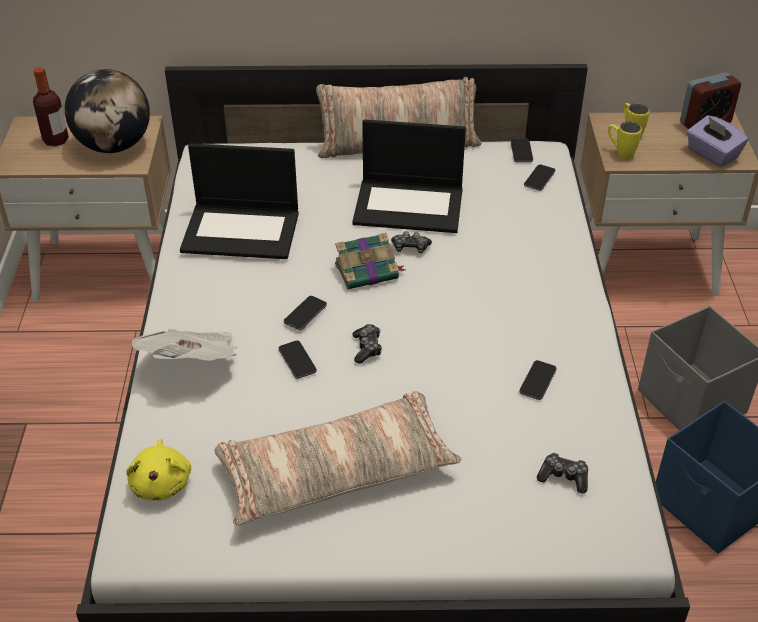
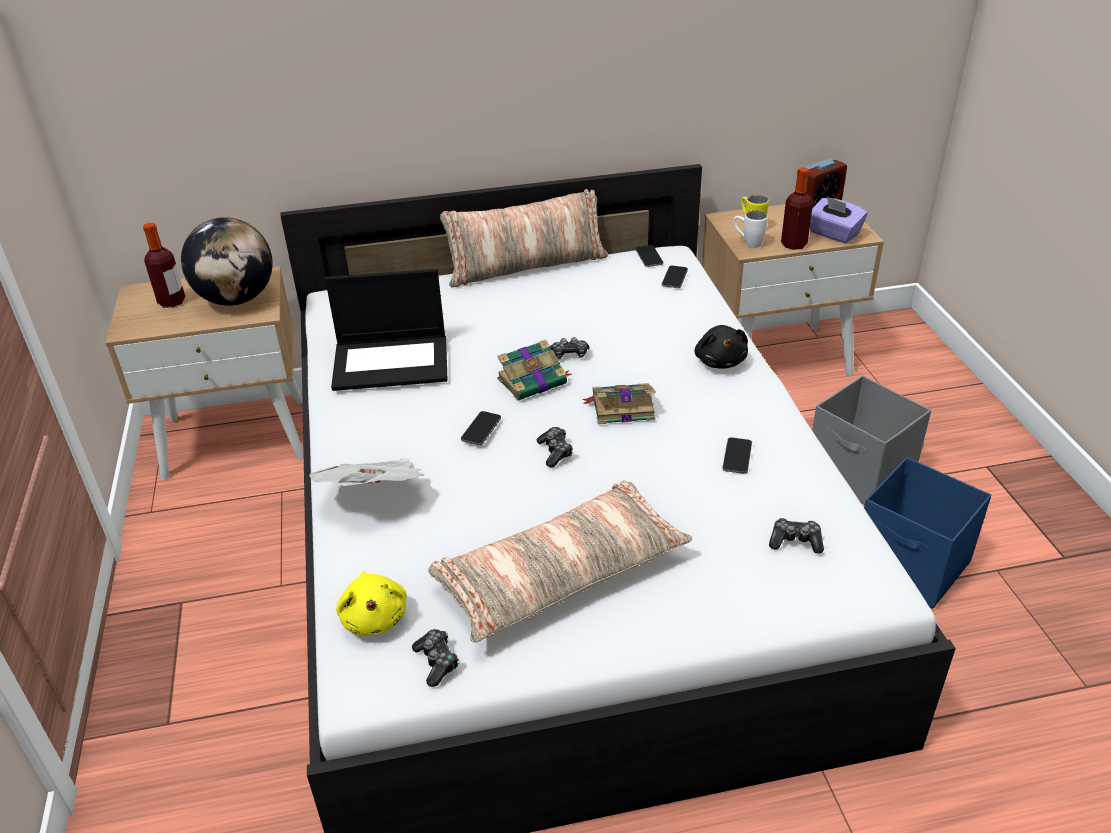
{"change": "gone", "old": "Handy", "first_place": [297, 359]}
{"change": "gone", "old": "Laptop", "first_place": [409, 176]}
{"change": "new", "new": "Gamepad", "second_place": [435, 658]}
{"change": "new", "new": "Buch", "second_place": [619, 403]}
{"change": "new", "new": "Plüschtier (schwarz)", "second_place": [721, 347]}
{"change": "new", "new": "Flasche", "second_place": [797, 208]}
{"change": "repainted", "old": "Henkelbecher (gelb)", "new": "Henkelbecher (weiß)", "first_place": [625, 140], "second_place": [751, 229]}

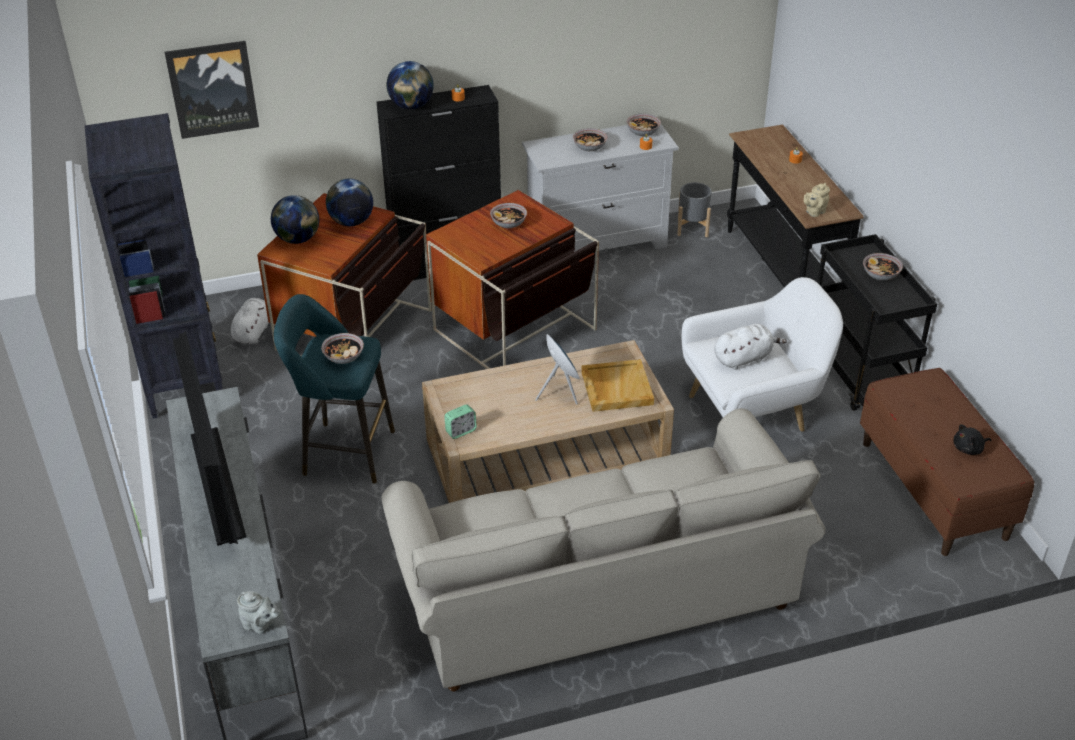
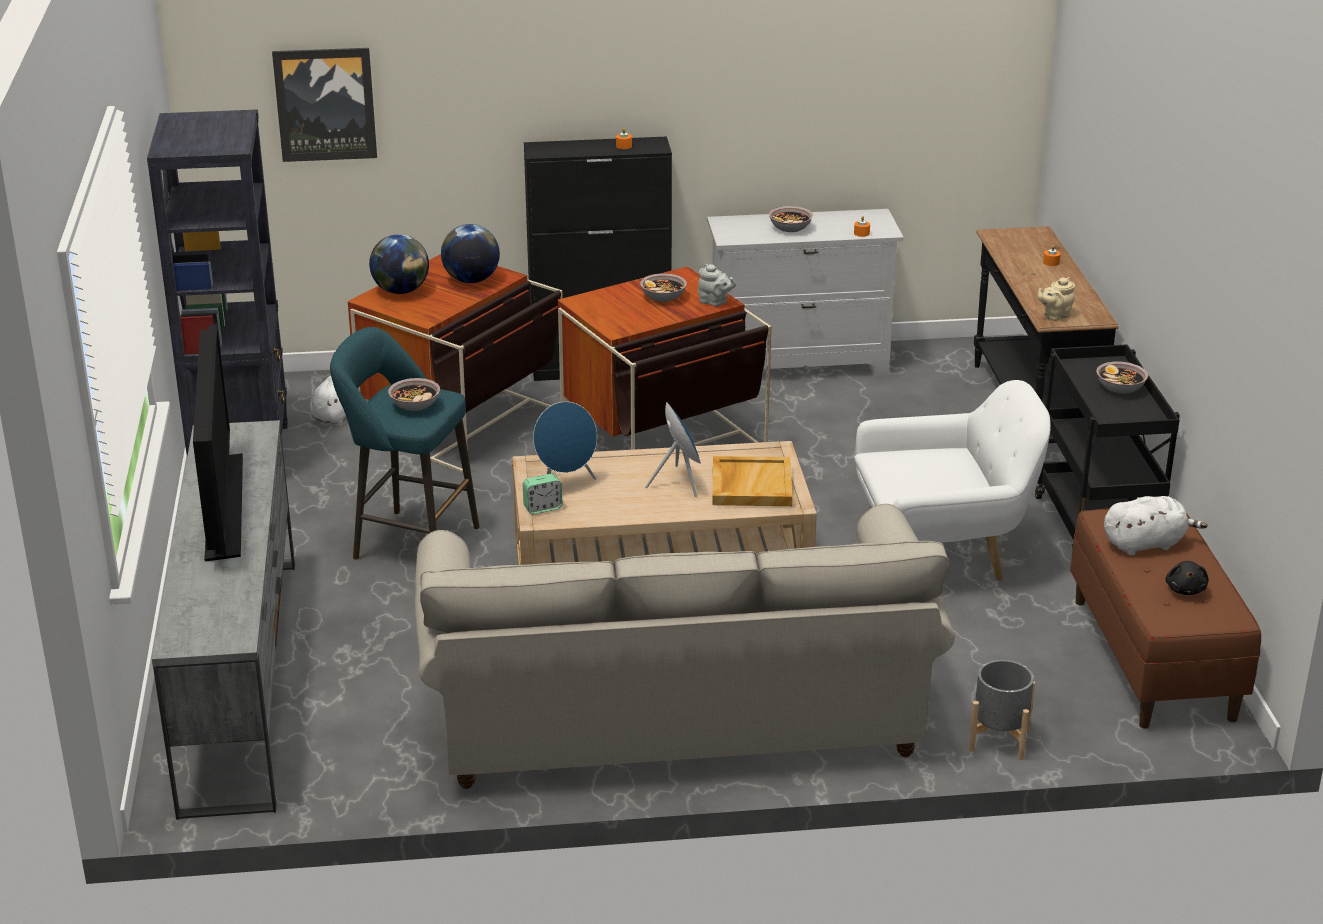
{"change": "gone", "old": "Globus", "first_place": [410, 85]}
{"change": "gone", "old": "Schüssel", "first_place": [643, 125]}
{"change": "new", "new": "Lautsprecher (blau)", "second_place": [565, 441]}
{"change": "shifted", "old": "Teekanne (grau)", "first_place": [259, 612], "second_place": [717, 285]}
{"change": "shifted", "old": "Pflanzkübel (grau)", "first_place": [694, 209], "second_place": [1001, 710]}
{"change": "shifted", "old": "Plüschtier (weiß)", "first_place": [750, 347], "second_place": [1155, 525]}
{"change": "rotated", "old": "Plüschtier (schwarz)", "first_place": [972, 439], "second_place": [1187, 578], "degrees": -75}

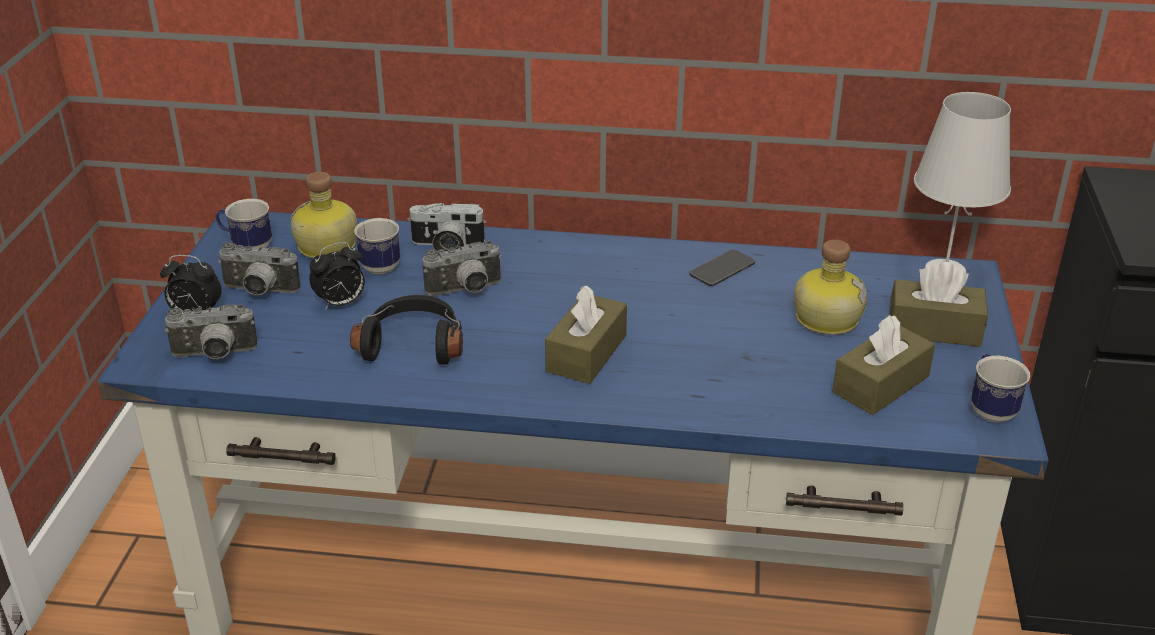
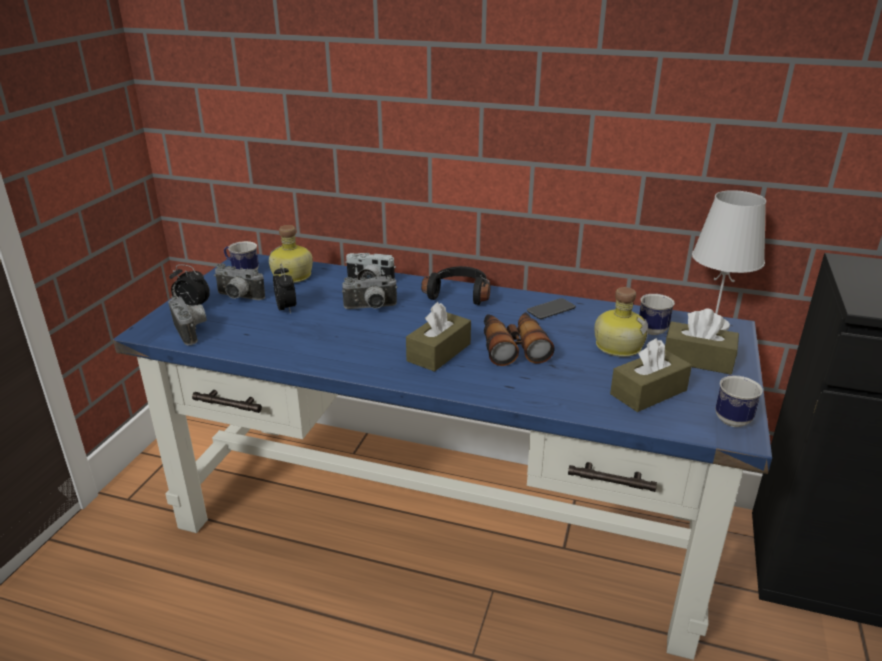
{"change": "new", "new": "Fernglas", "second_place": [519, 339]}
{"change": "shifted", "old": "Kopfhörer (schwarz)", "first_place": [406, 330], "second_place": [455, 285]}
{"change": "shifted", "old": "Henkelbecher", "first_place": [377, 245], "second_place": [657, 314]}
{"change": "rotated", "old": "Kamera", "first_place": [211, 331], "second_place": [187, 321], "degrees": -120}
{"change": "rotated", "old": "Wecker", "first_place": [337, 276], "second_place": [284, 289], "degrees": -90}

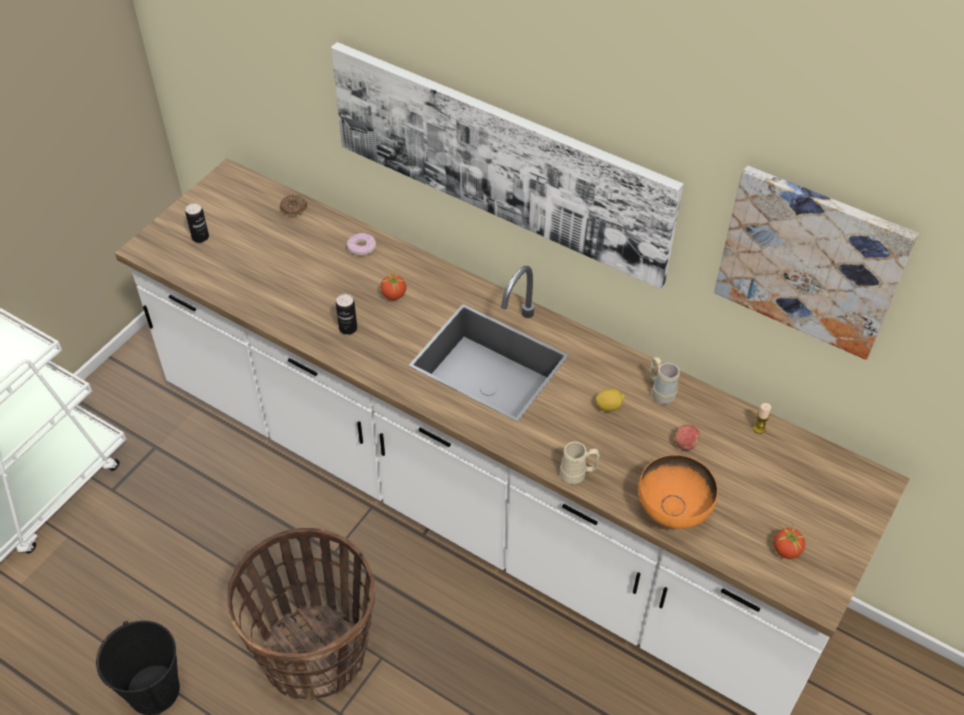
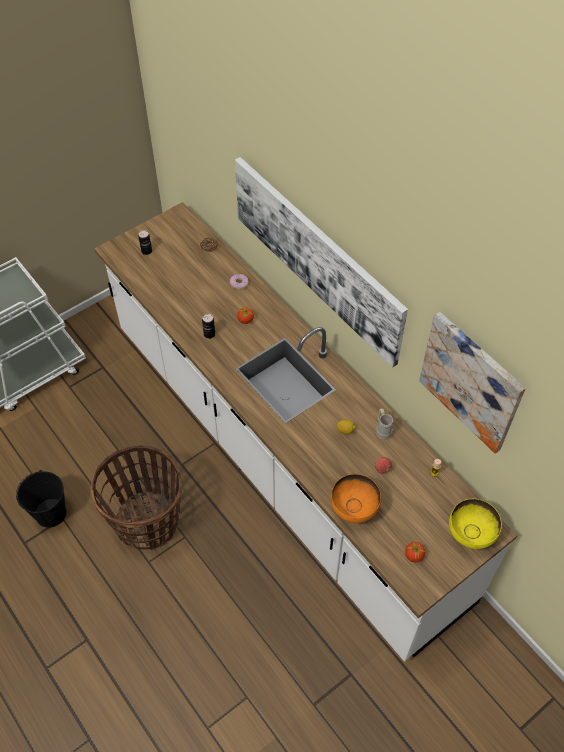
{"change": "gone", "old": "Henkelbecher (beige)", "first_place": [580, 463]}
{"change": "new", "new": "Schüssel (gelb)", "second_place": [475, 524]}

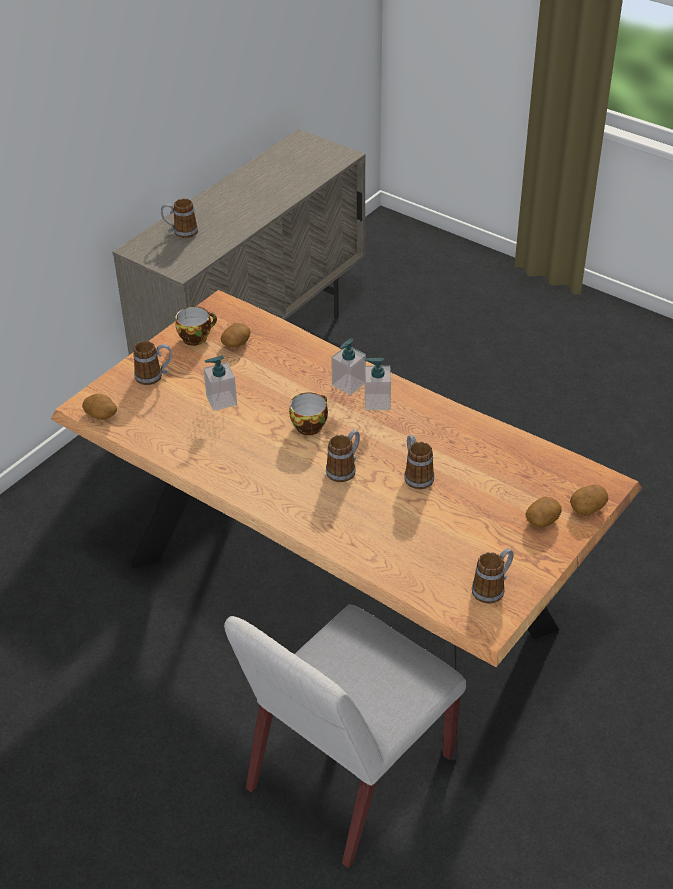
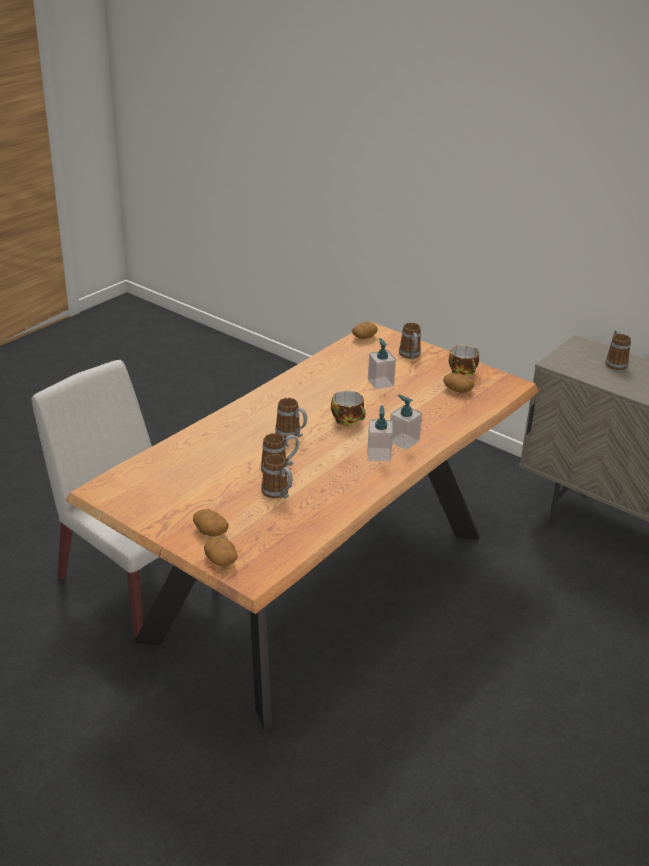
{"change": "shifted", "old": "Henkelbecher", "first_place": [493, 576], "second_place": [277, 476]}

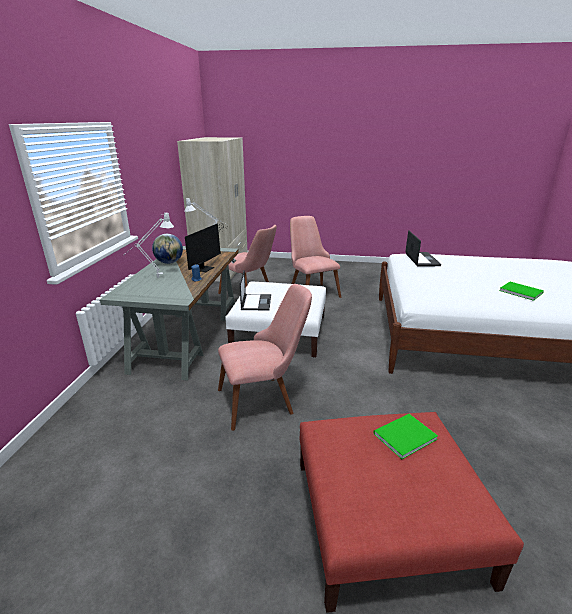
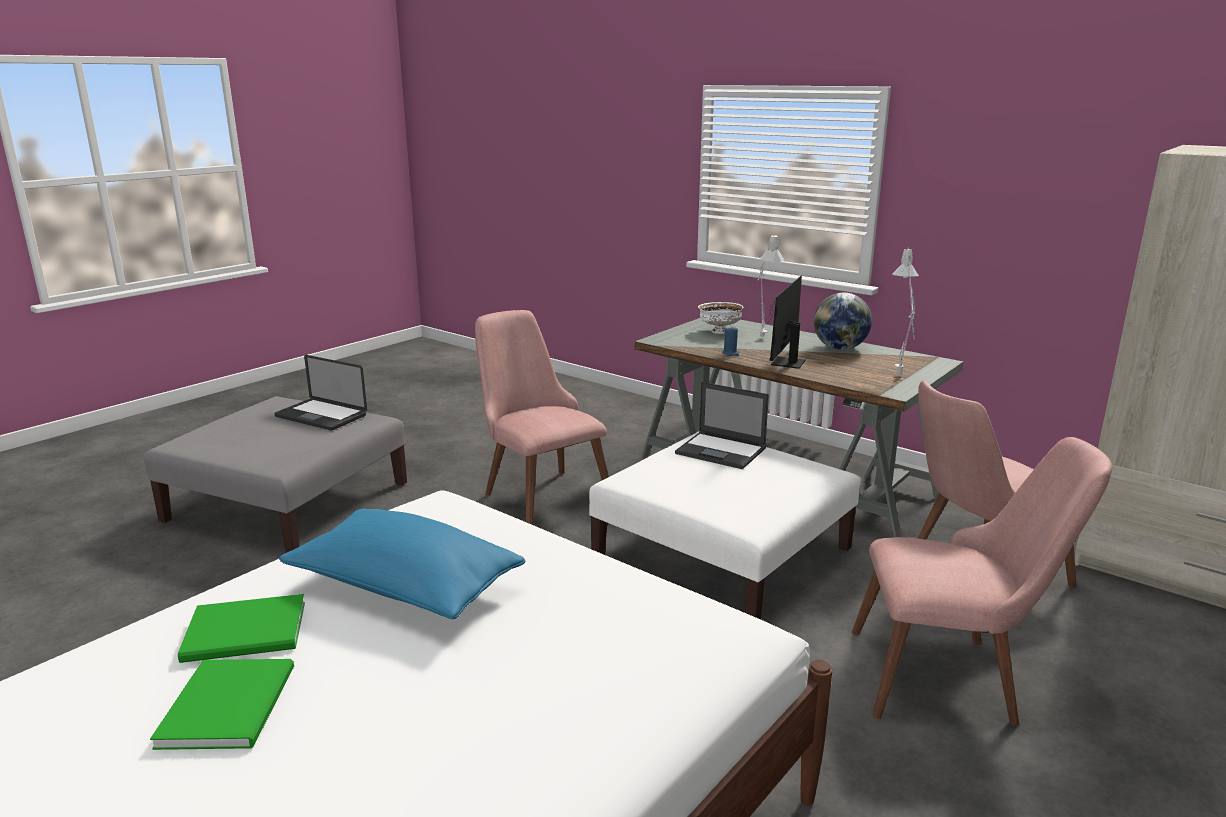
{"change": "new", "new": "Kissen (blau)", "second_place": [402, 564]}
{"change": "new", "new": "Schüssel (weiß)", "second_place": [721, 318]}
{"change": "shifted", "old": "Buch (grün)", "first_place": [405, 436], "second_place": [222, 704]}
{"change": "shifted", "old": "Laptop", "first_place": [423, 248], "second_place": [320, 393]}
{"change": "repainted", "old": "Polsterhocker (rot)", "new": "Polsterhocker (grau)", "first_place": [412, 512], "second_place": [275, 474]}
{"change": "rotated", "old": "Monitor", "first_place": [205, 247], "second_place": [786, 322], "degrees": 60}
{"change": "rotated", "old": "Stuhl (rosa)", "first_place": [265, 357], "second_place": [542, 417], "degrees": 135}

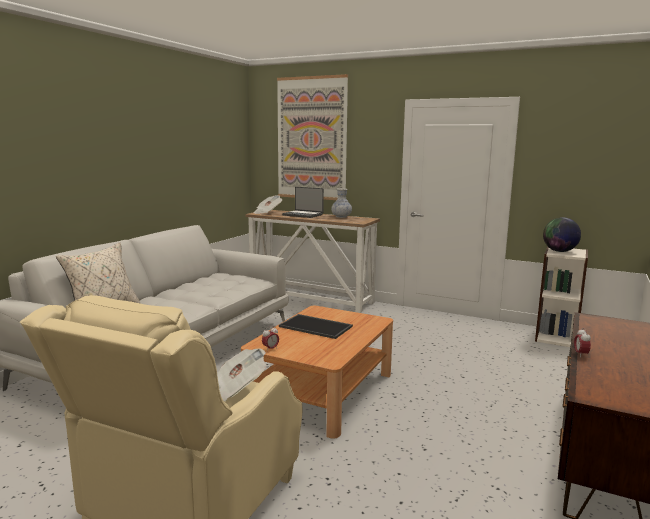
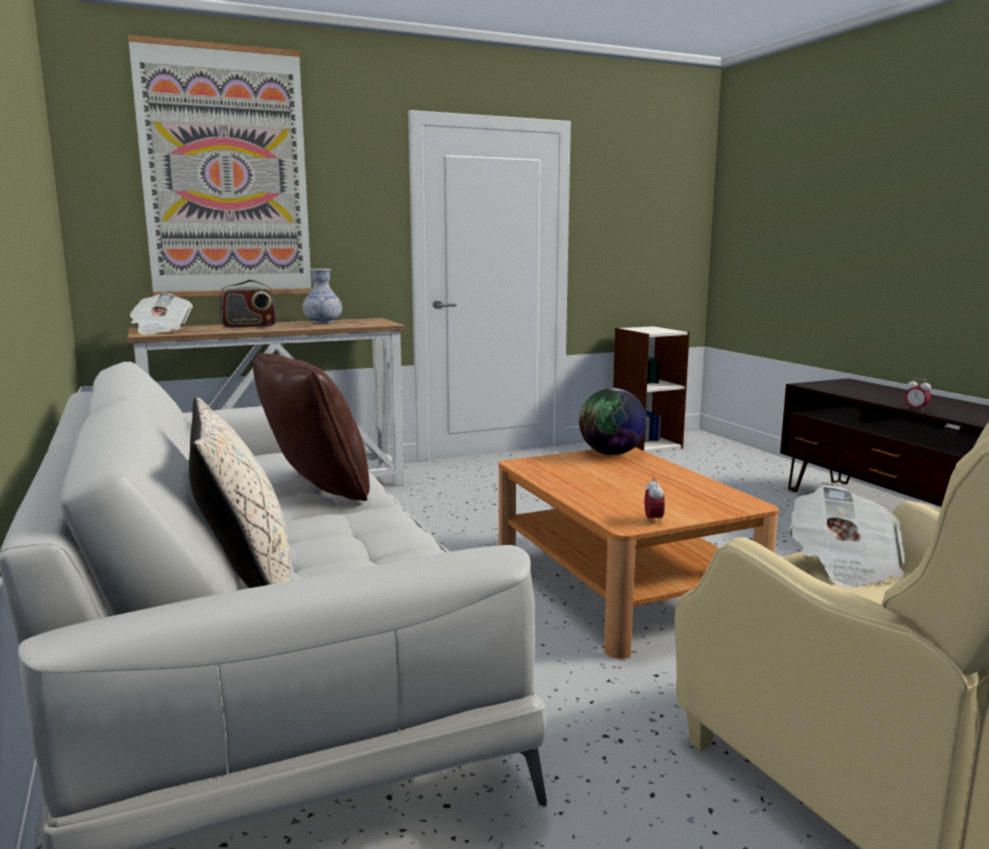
{"change": "gone", "old": "Tablett", "first_place": [316, 326]}
{"change": "new", "new": "Kissen (braun)", "second_place": [311, 427]}
{"change": "shifted", "old": "Globus", "first_place": [562, 234], "second_place": [613, 421]}
{"change": "swapped", "old": "Laptop", "new": "Radio", "first_place": [303, 202], "second_place": [247, 304]}

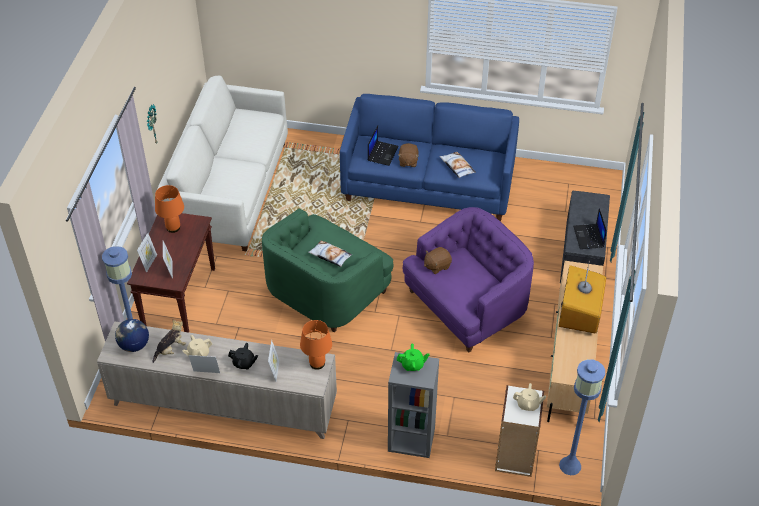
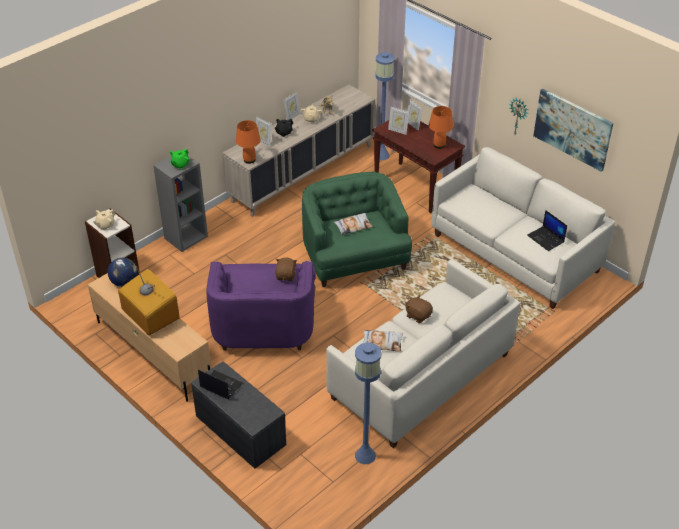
{"change": "new", "new": "Bild", "second_place": [573, 130]}
{"change": "shifted", "old": "Globus", "first_place": [132, 335], "second_place": [122, 272]}
{"change": "shifted", "old": "Laptop", "first_place": [383, 145], "second_place": [547, 230]}
{"change": "shifted", "old": "Stehlampe (blau)", "first_place": [582, 417], "second_place": [368, 403]}
{"change": "repainted", "old": "Sofa (blau)", "new": "Sofa (weiß)", "first_place": [429, 158], "second_place": [423, 353]}

